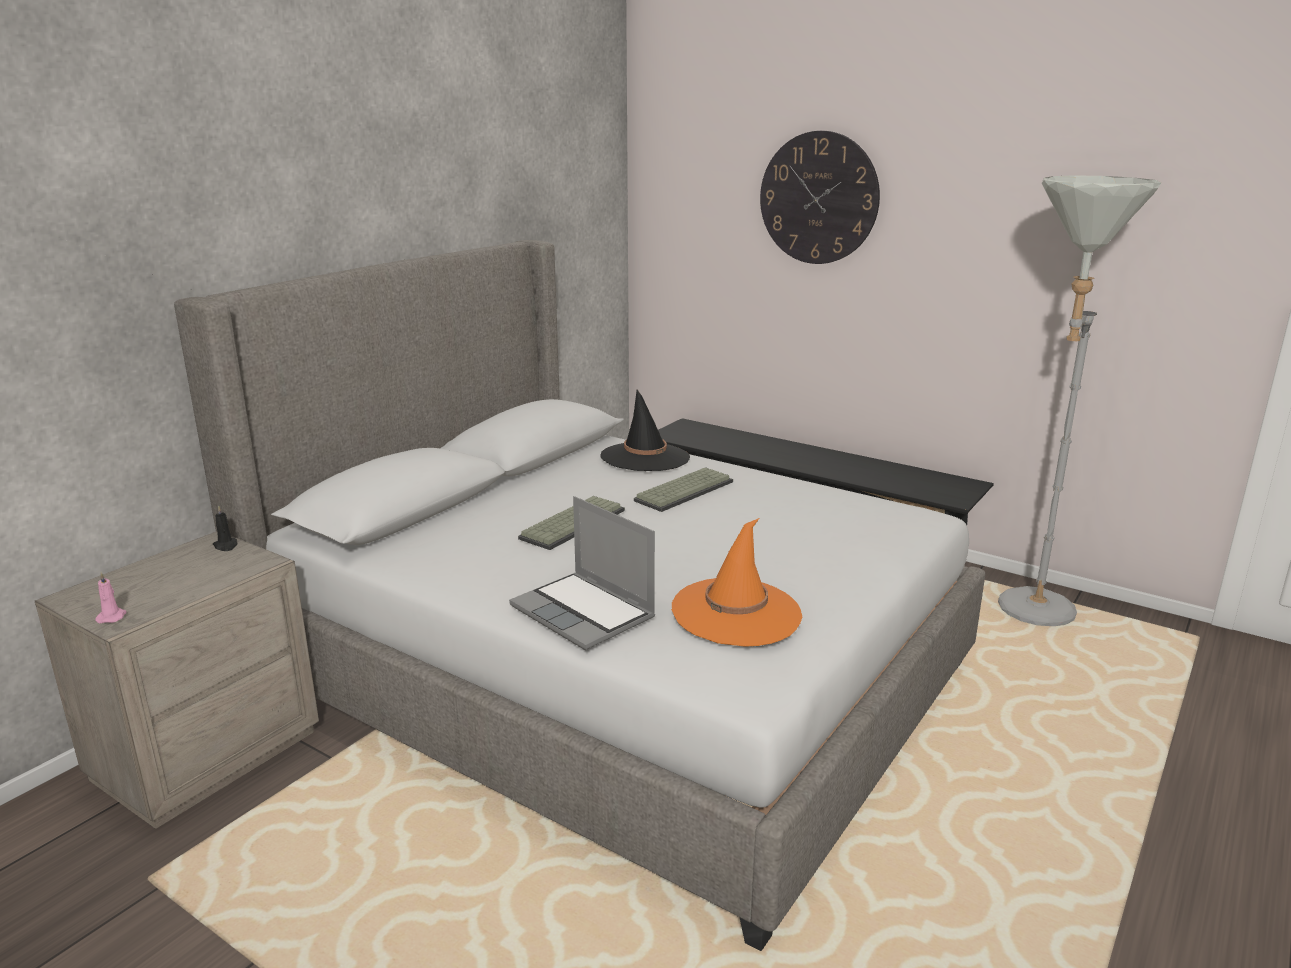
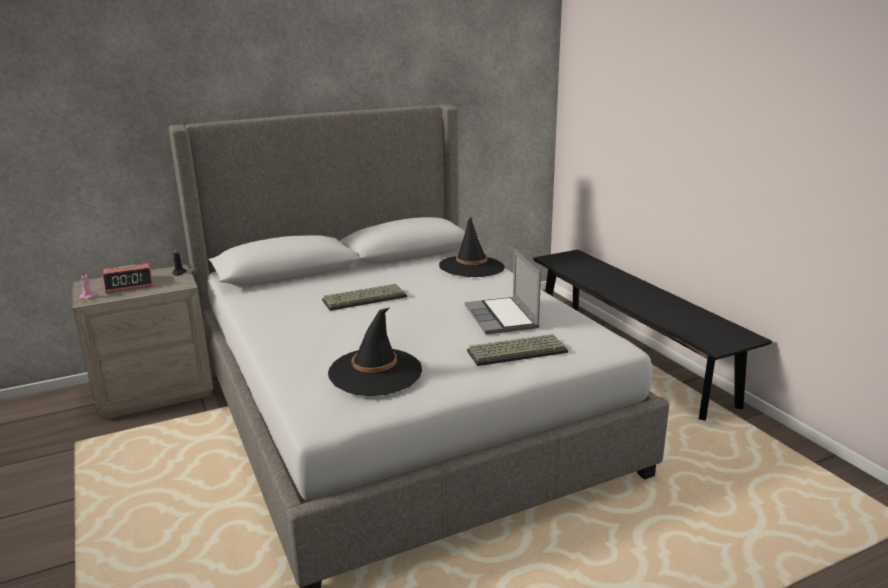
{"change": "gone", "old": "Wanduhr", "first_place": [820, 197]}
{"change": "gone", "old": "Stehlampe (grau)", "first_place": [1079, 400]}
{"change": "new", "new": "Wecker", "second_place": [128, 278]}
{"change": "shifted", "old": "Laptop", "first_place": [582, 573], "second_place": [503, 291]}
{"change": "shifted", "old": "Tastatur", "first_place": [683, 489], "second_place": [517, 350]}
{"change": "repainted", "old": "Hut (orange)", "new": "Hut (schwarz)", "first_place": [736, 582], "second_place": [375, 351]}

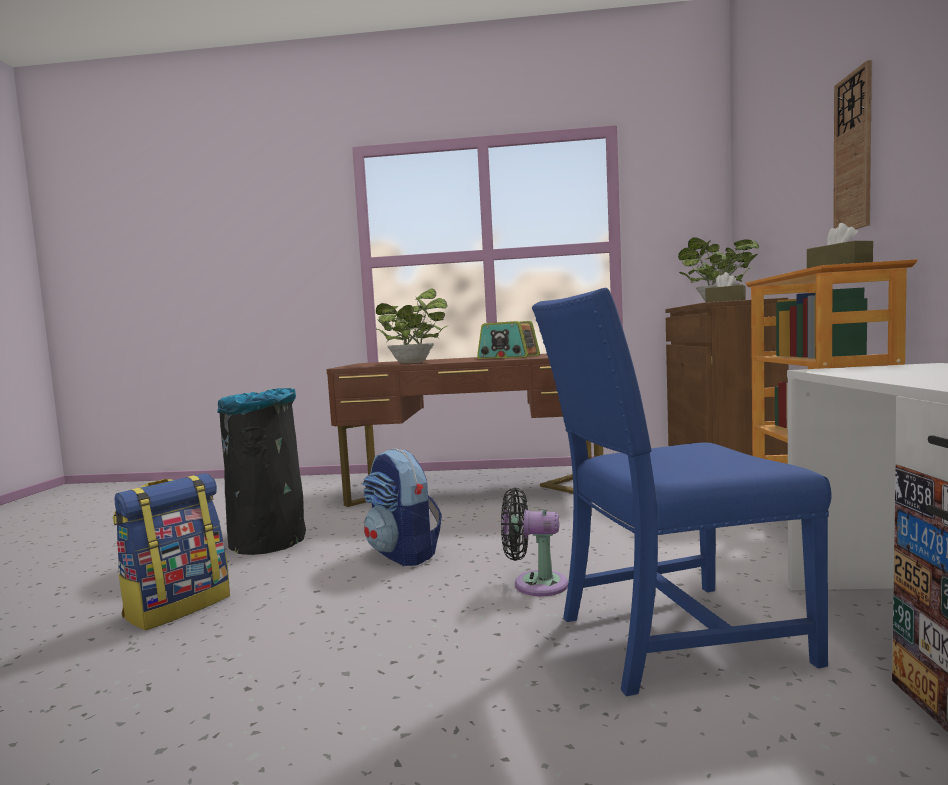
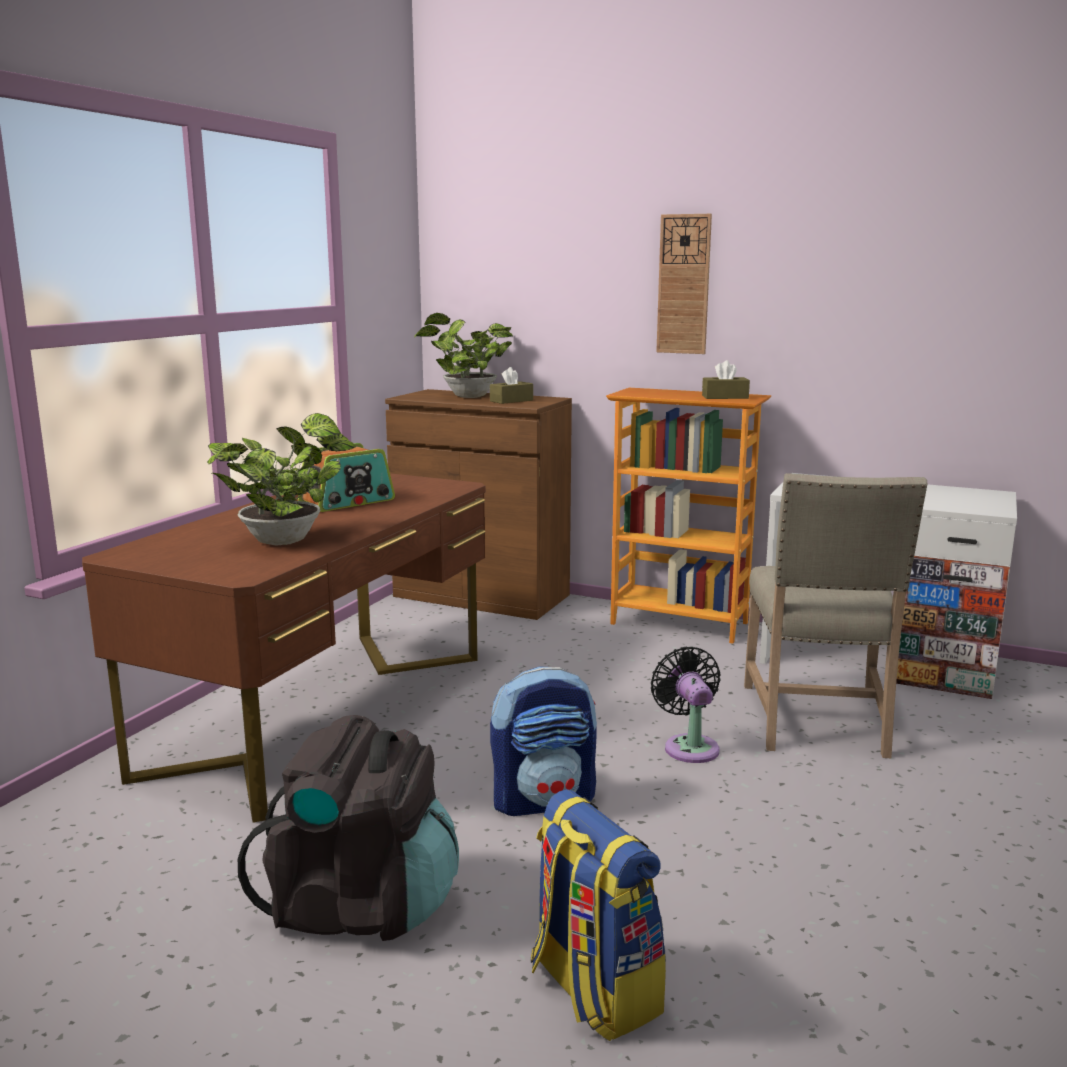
{"change": "swapped", "old": "Mülleimer (schwarz)", "new": "Rucksack (schwarz)", "first_place": [261, 471], "second_place": [348, 828]}
{"change": "repainted", "old": "Stuhl (blau)", "new": "Stuhl (beige)", "first_place": [682, 492], "second_place": [835, 615]}
{"change": "rotated", "old": "Ventilator (schwarz)", "first_place": [534, 542], "second_place": [686, 705], "degrees": 135}

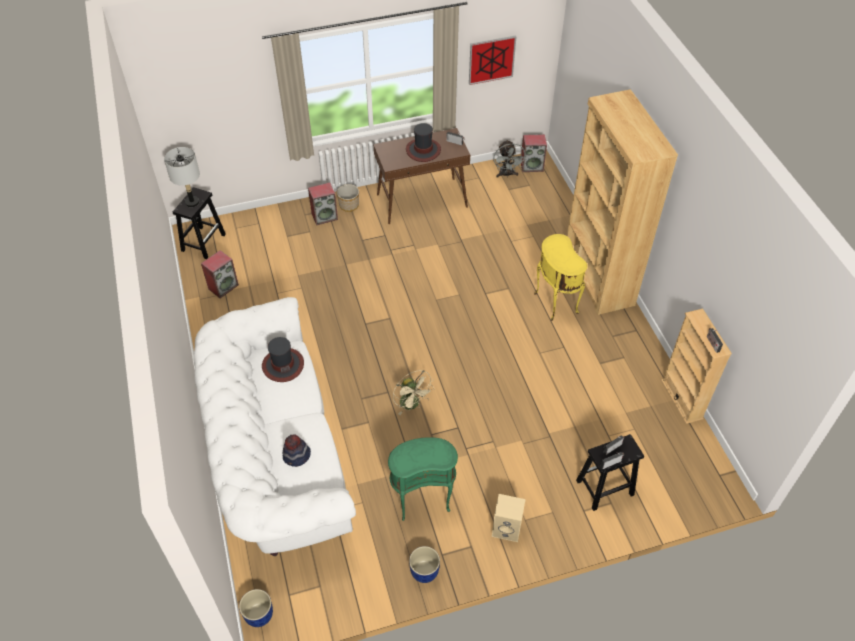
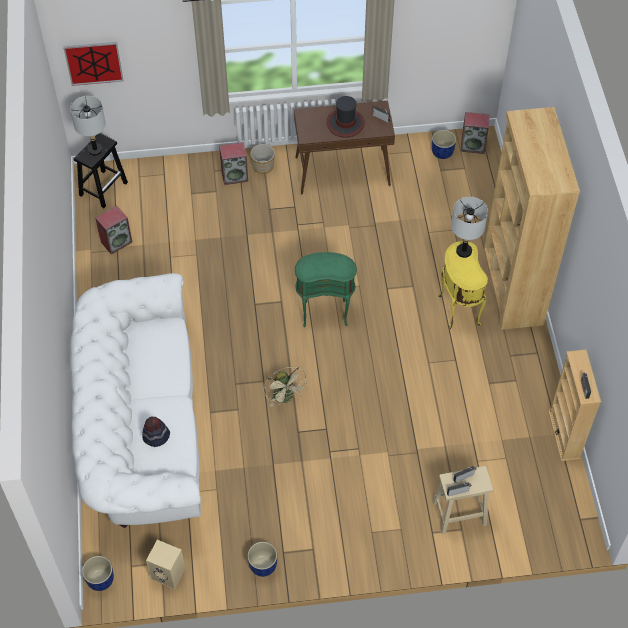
{"change": "gone", "old": "Hut", "first_place": [283, 359]}
{"change": "new", "new": "Tischlampe (grau)", "second_place": [469, 227]}
{"change": "shifted", "old": "Beistelltisch (grün)", "first_place": [423, 479], "second_place": [326, 289]}
{"change": "shifted", "old": "Bild", "first_place": [492, 60], "second_place": [93, 64]}
{"change": "shifted", "old": "Lautsprecher (beige)", "first_place": [509, 518], "second_place": [165, 564]}
{"change": "swapped", "old": "Ventilator (grau)", "new": "Pflanzkübel (blau)", "first_place": [510, 159], "second_place": [444, 144]}
{"change": "repainted", "old": "Hocker (schwarz)", "new": "Hocker (beige)", "first_place": [610, 472], "second_place": [462, 500]}

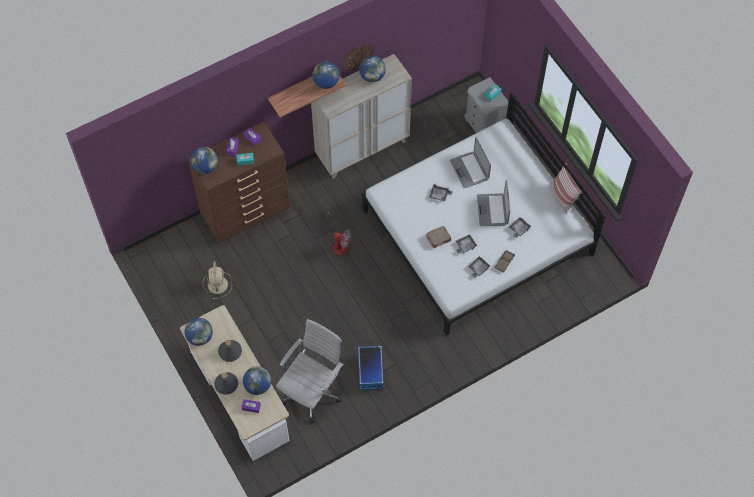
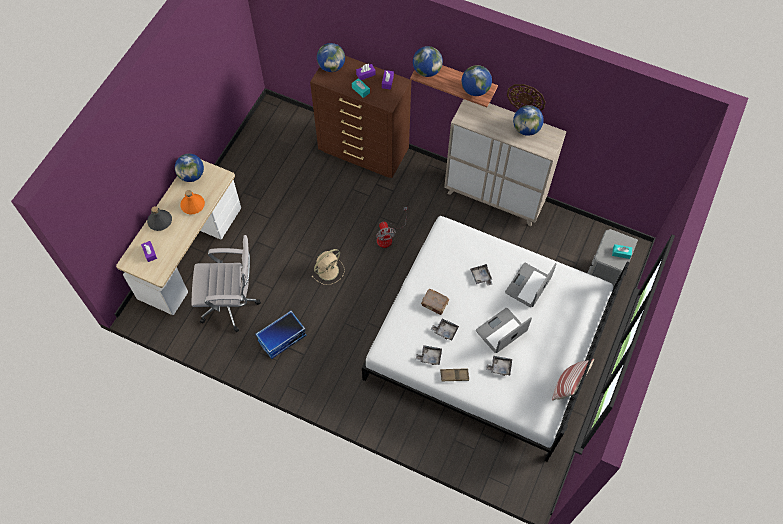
{"change": "shifted", "old": "Ventilator (beige)", "first_place": [217, 280], "second_place": [328, 267]}
{"change": "shifted", "old": "Globus", "first_place": [257, 380], "second_place": [428, 61]}
{"change": "repainted", "old": "Flasche (grau)", "new": "Flasche (orange)", "first_place": [230, 351], "second_place": [192, 202]}

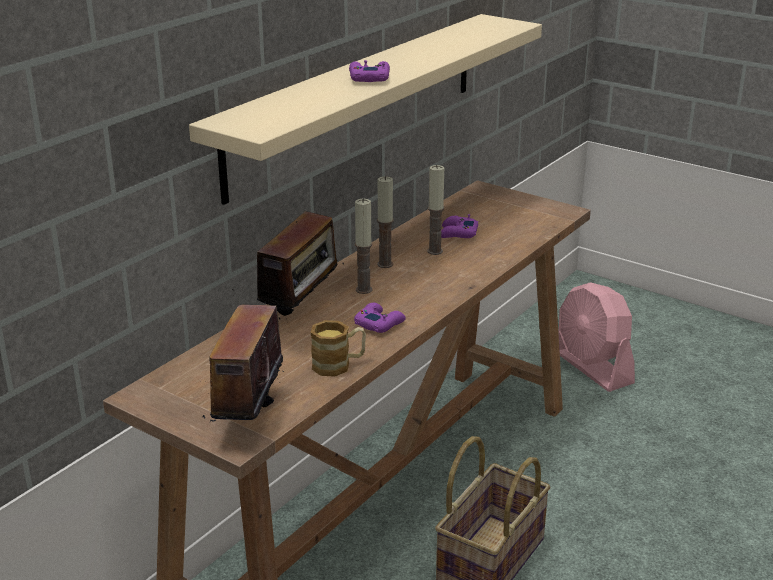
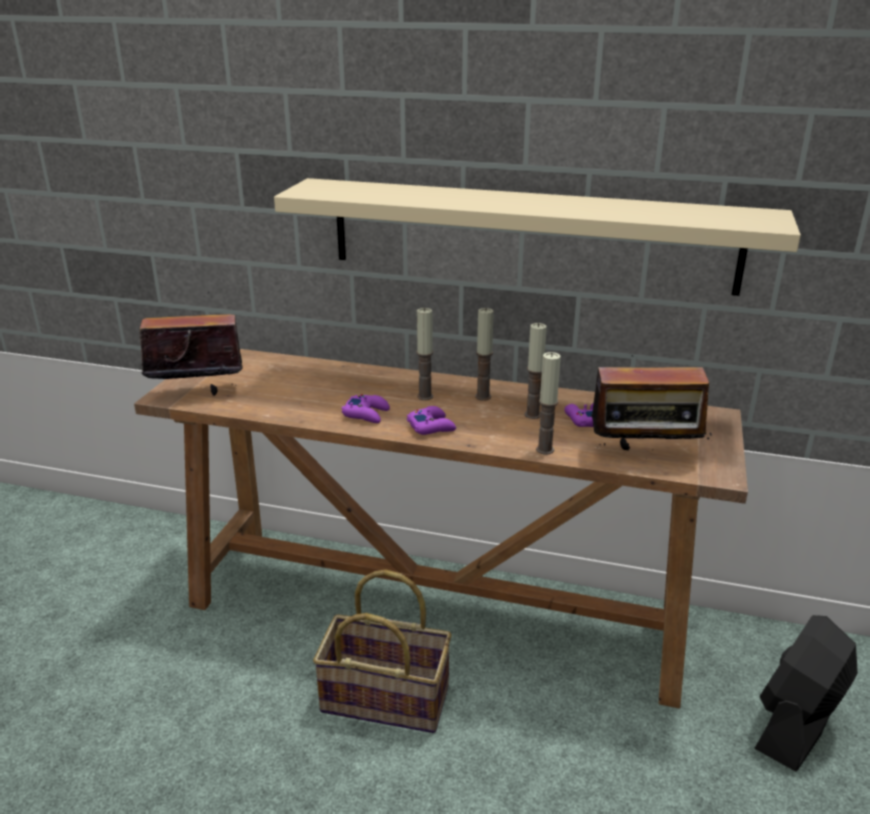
{"change": "gone", "old": "Henkelbecher", "first_place": [338, 348]}
{"change": "new", "new": "Kerze", "second_place": [548, 403]}
{"change": "shifted", "old": "Radio", "first_place": [295, 265], "second_place": [648, 402]}
{"change": "shifted", "old": "Gamepad (lila)", "first_place": [369, 71], "second_place": [431, 420]}
{"change": "repainted", "old": "Ventilator (rosa)", "new": "Ventilator (schwarz)", "first_place": [596, 337], "second_place": [806, 693]}

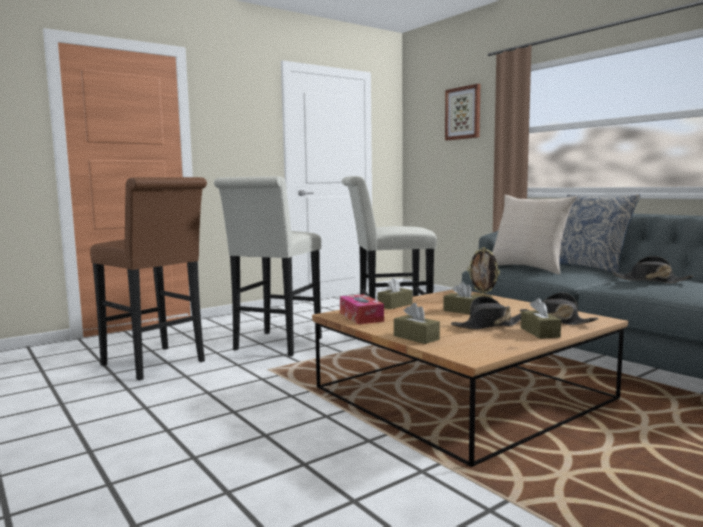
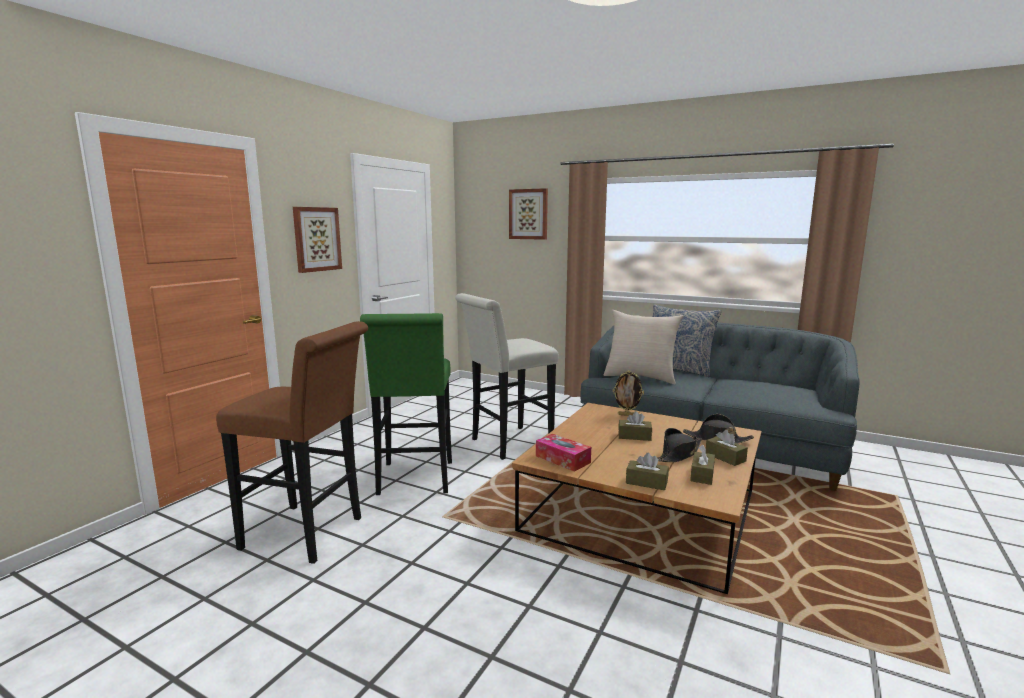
{"change": "gone", "old": "Hut (schwarz)", "first_place": [653, 269]}
{"change": "new", "new": "Bild", "second_place": [317, 240]}
{"change": "shifted", "old": "Taschentuchbox (braun)", "first_place": [395, 293], "second_place": [702, 465]}
{"change": "repainted", "old": "Hocker (weiß)", "new": "Hocker (grün)", "first_place": [268, 266], "second_place": [406, 404]}

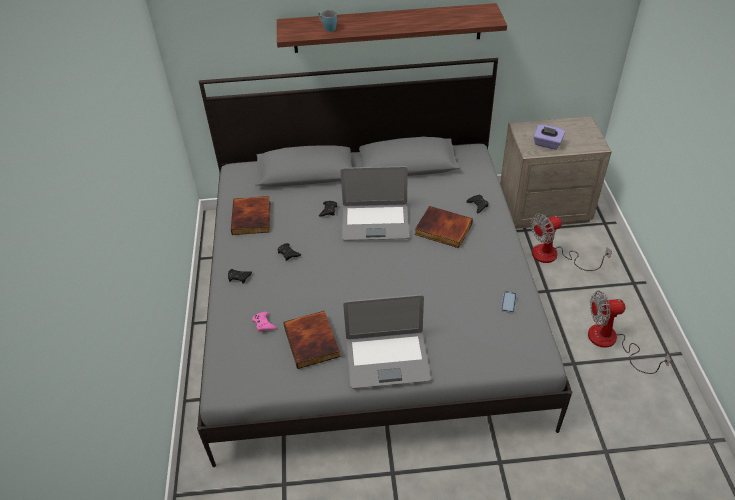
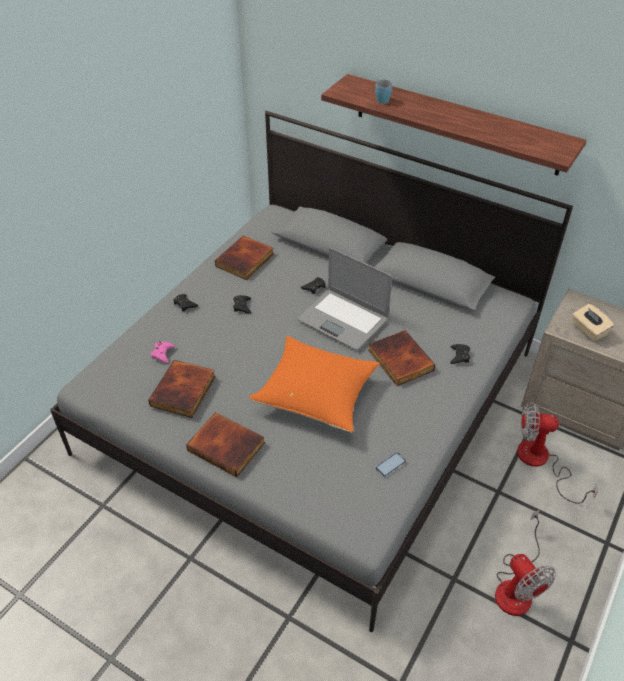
{"change": "new", "new": "Kissen (orange)", "second_place": [314, 384]}
{"change": "swapped", "old": "Laptop", "new": "Buch", "first_place": [387, 341], "second_place": [225, 444]}
{"change": "repainted", "old": "Taschentuchbox (lila)", "new": "Taschentuchbox (beige)", "first_place": [549, 137], "second_place": [593, 323]}
{"change": "rotated", "old": "Ventilator", "first_place": [629, 332], "second_place": [525, 562], "degrees": -150}

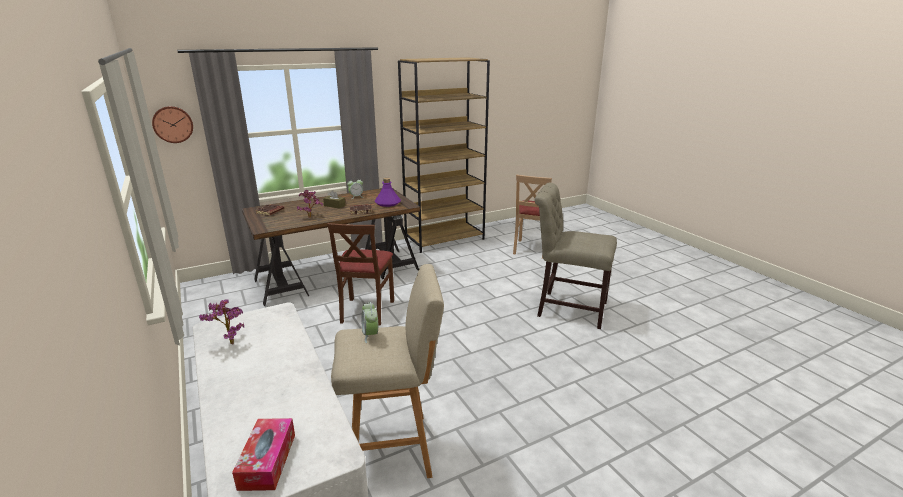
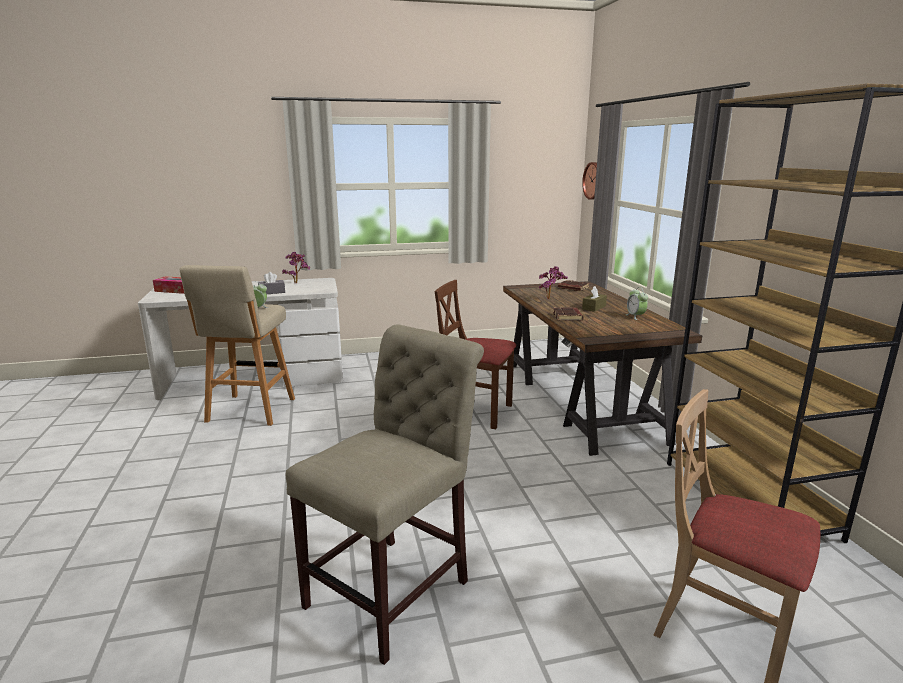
{"change": "gone", "old": "Flasche (lila)", "first_place": [388, 192]}
{"change": "new", "new": "Taschentuchbox (grau)", "second_place": [271, 283]}

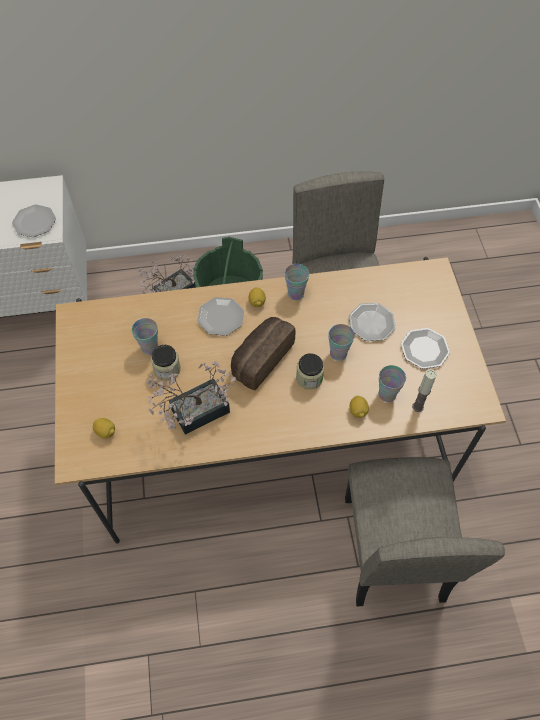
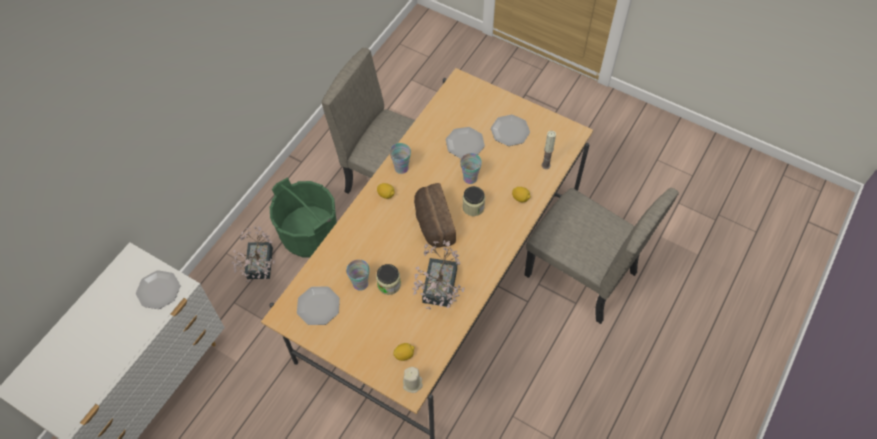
{"change": "gone", "old": "Tasse", "first_place": [392, 383]}
{"change": "new", "new": "Kerze (beige)", "second_place": [413, 380]}
{"change": "shifted", "old": "Teller", "first_place": [220, 316], "second_place": [318, 306]}

